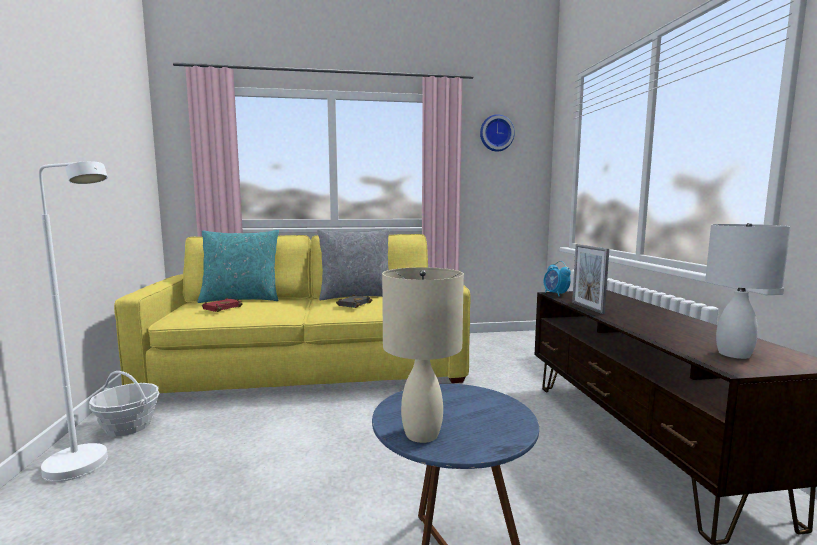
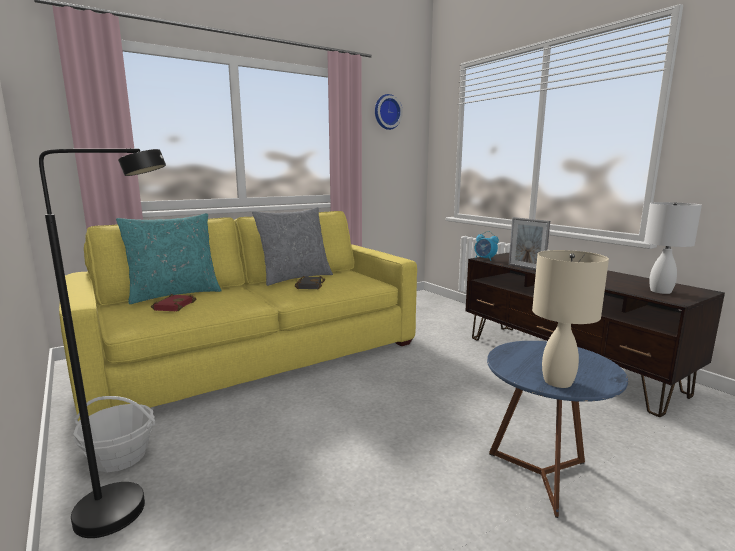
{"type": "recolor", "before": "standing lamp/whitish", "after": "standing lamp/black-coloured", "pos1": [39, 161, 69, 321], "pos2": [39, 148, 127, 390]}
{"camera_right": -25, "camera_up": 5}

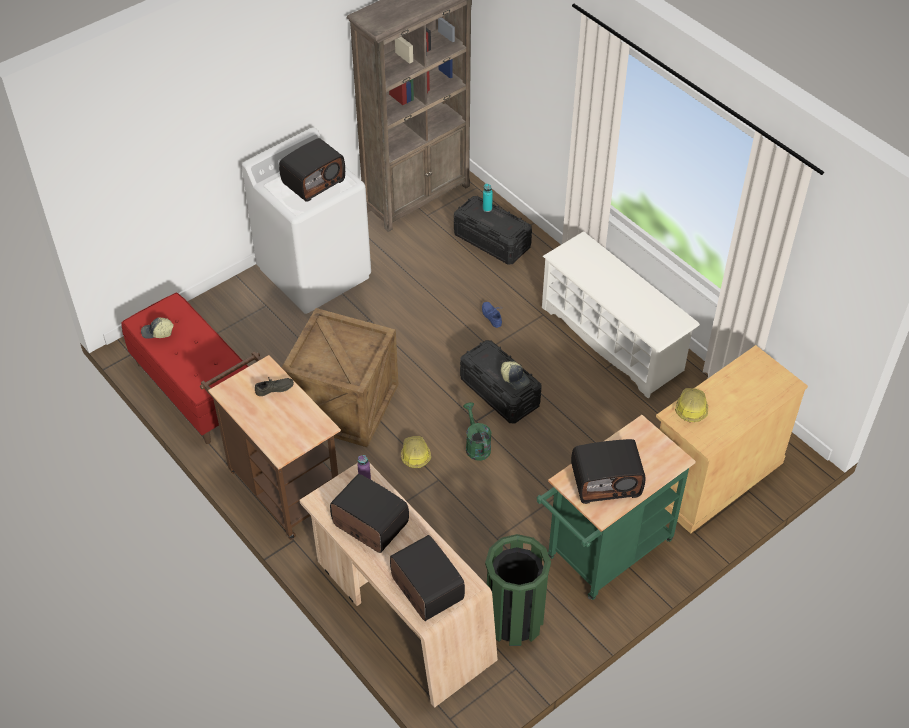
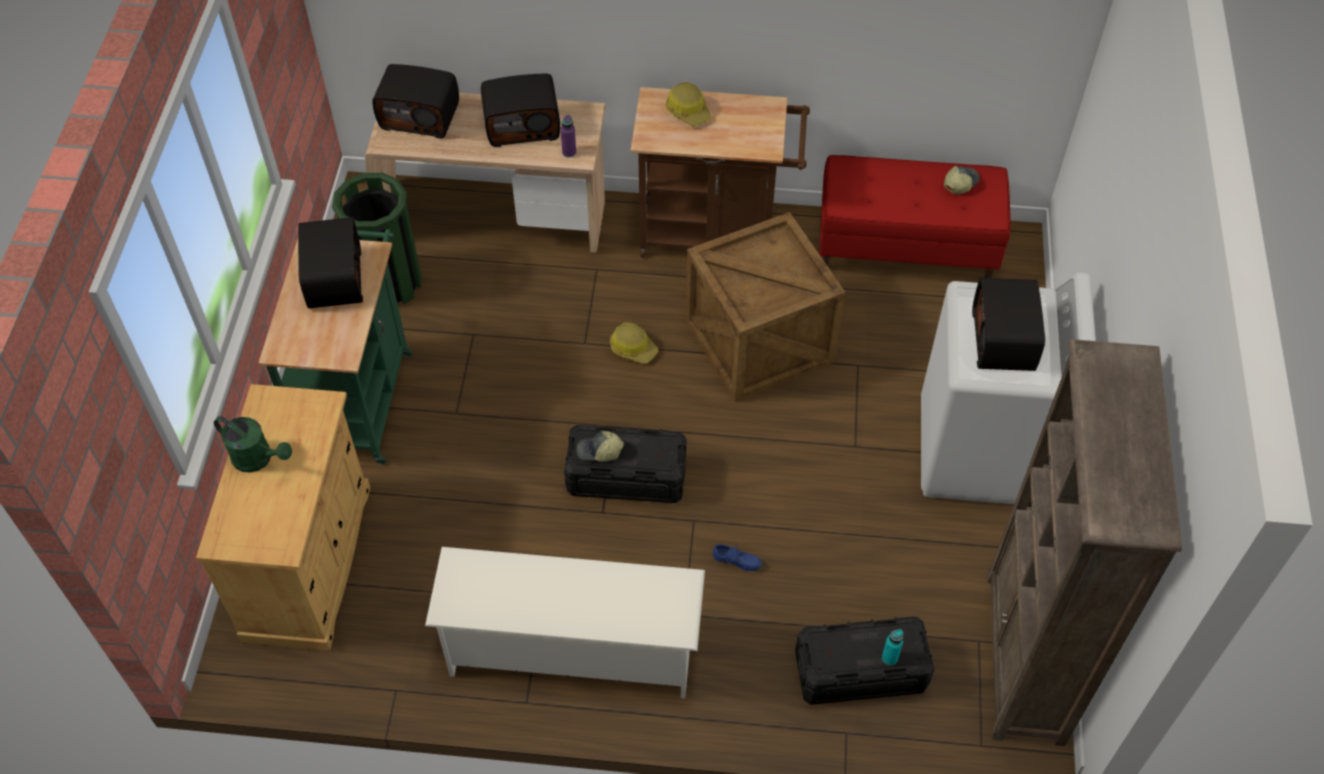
{"type": "delete", "before": "item of footwear/grey", "pos1": [255, 377, 39, 19]}
{"type": "move", "before": "hard hat", "pos1": [675, 388, 33, 34], "pos2": [666, 82, 45, 44]}
{"type": "move", "before": "watering can/green-coloured", "pos1": [463, 402, 28, 59], "pos2": [214, 416, 78, 57]}
{"type": "rotate", "before": "radio set", "pos1": [571, 439, 74, 65], "pos2": [298, 217, 65, 92], "turn": 135}
{"camera_right": 135, "camera_up": 5}

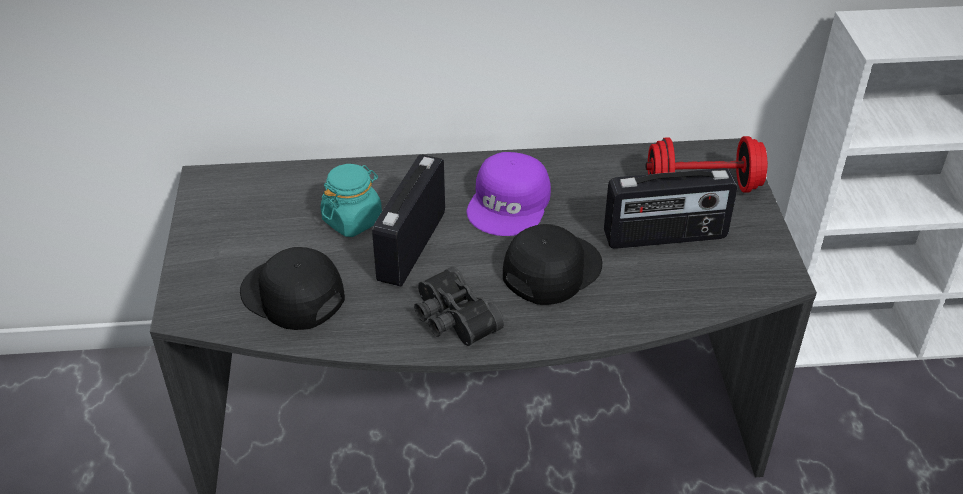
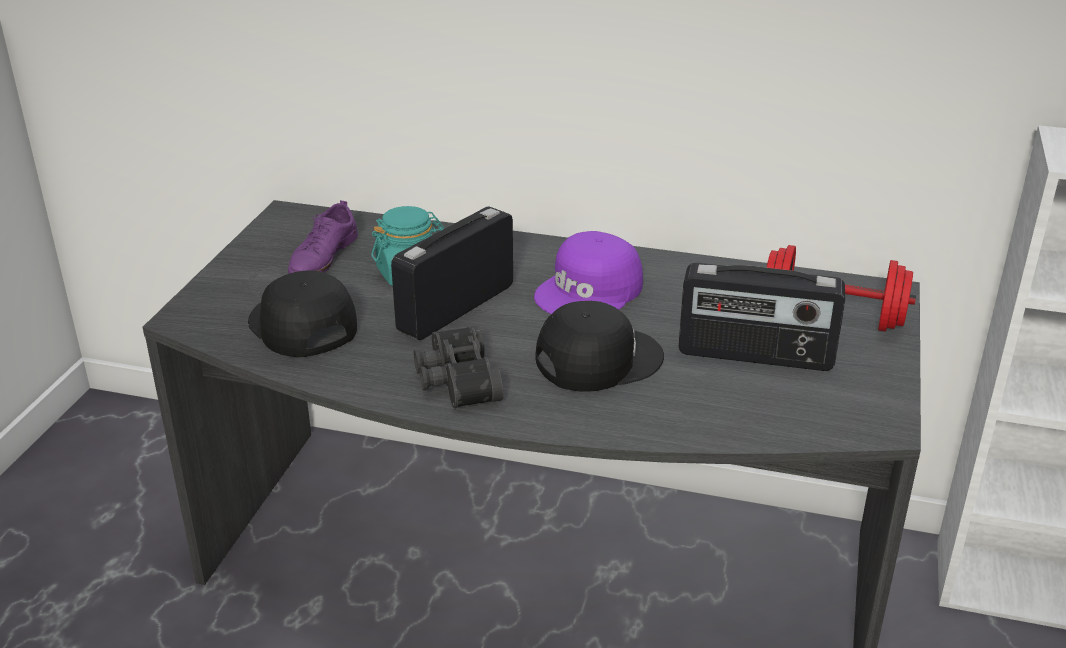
{"type": "insert", "after": "item of footwear/purplish", "pos2": [288, 200, 70, 74]}
{"camera_right": 20, "camera_up": -10}

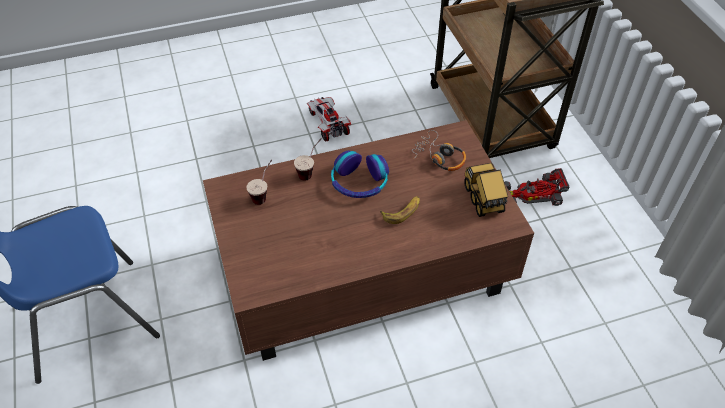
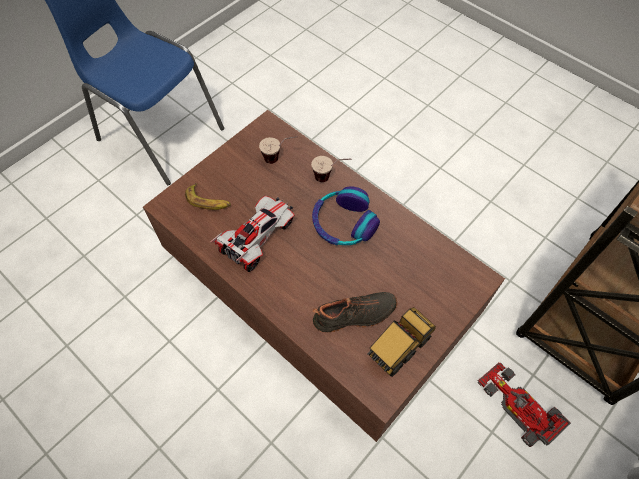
{"type": "move", "before": "model car", "pos1": [307, 97, 44, 44], "pos2": [210, 196, 85, 76]}
{"type": "delete", "before": "headphones", "pos1": [412, 130, 54, 41]}
{"type": "move", "before": "banana fruit", "pos1": [380, 196, 40, 28], "pos2": [185, 183, 46, 27]}
{"type": "insert", "after": "item of footwear/black-coloured", "pos2": [313, 292, 84, 40]}
{"camera_right": 60, "camera_up": 10}

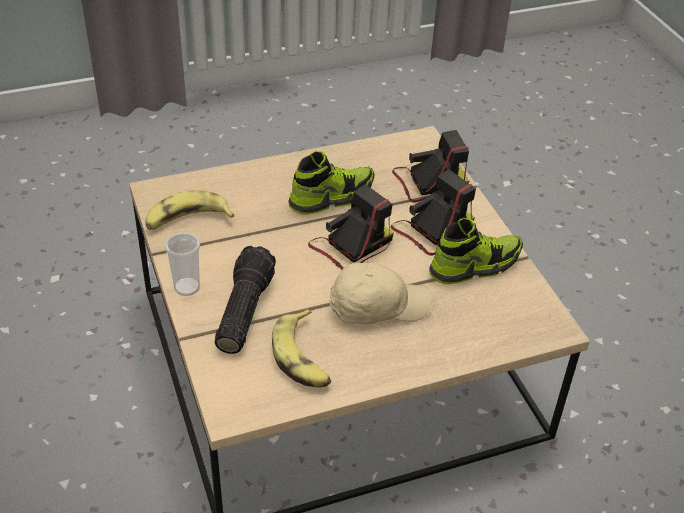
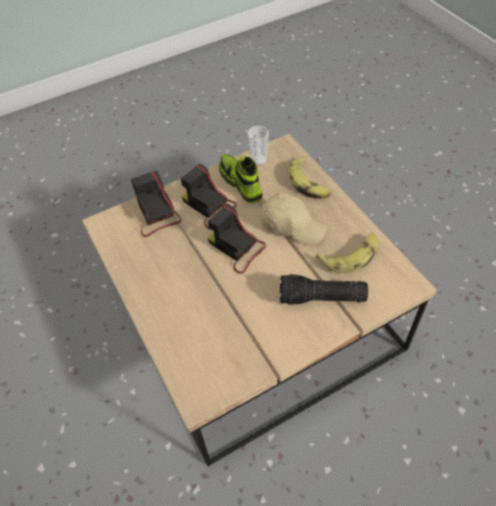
{"type": "delete", "before": "item of footwear", "pos1": [289, 151, 85, 64]}
{"type": "move", "before": "banana fruit", "pos1": [145, 190, 89, 40], "pos2": [288, 156, 43, 43]}
{"type": "move", "before": "cup", "pos1": [165, 232, 35, 64], "pos2": [247, 126, 22, 40]}
{"type": "rotate", "before": "baseball cap/beige-coloured", "pos1": [329, 262, 103, 63], "pos2": [261, 192, 66, 53], "turn": 135}
{"camera_right": -95, "camera_up": 10}

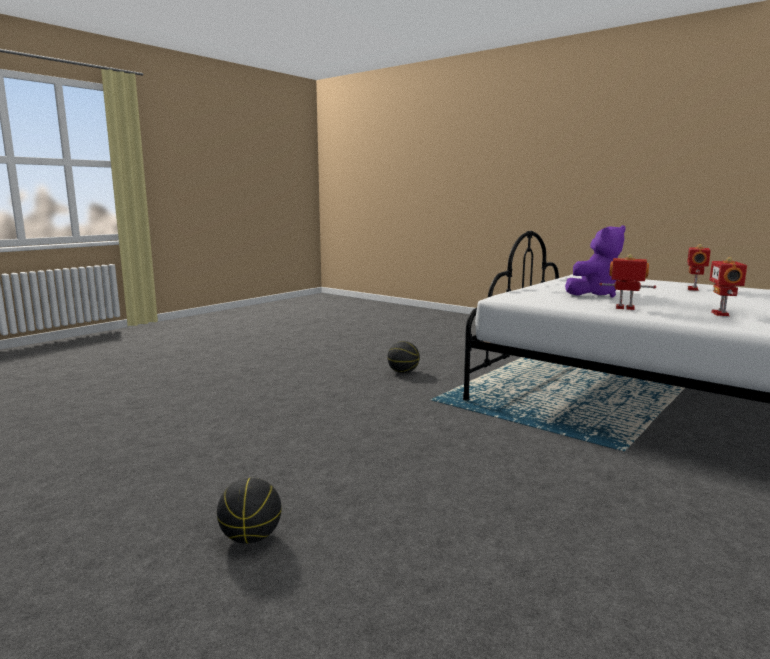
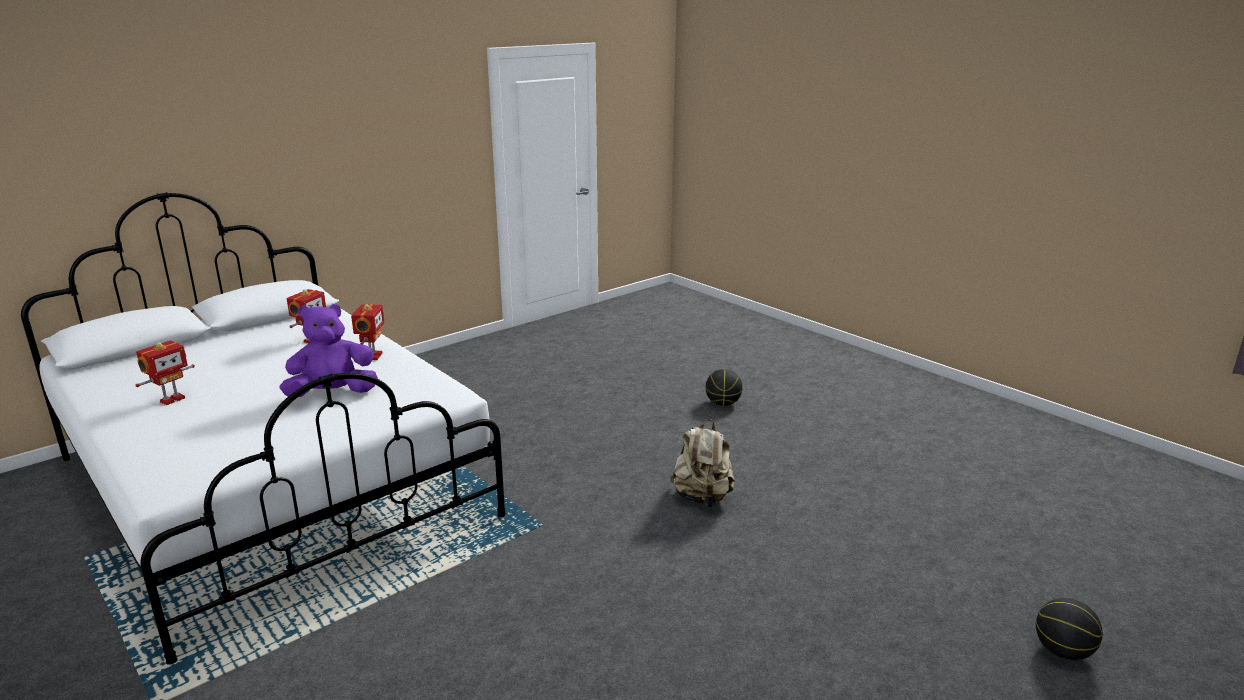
{"type": "rotate", "before": "robot figure", "pos1": [599, 254, 57, 56], "pos2": [351, 304, 34, 56], "turn": -120}
{"type": "move", "before": "basketball", "pos1": [387, 341, 33, 32], "pos2": [1036, 598, 67, 62]}
{"type": "insert", "after": "knapsack/beige-coloured", "pos2": [670, 419, 65, 88]}
{"camera_right": -170, "camera_up": 10}

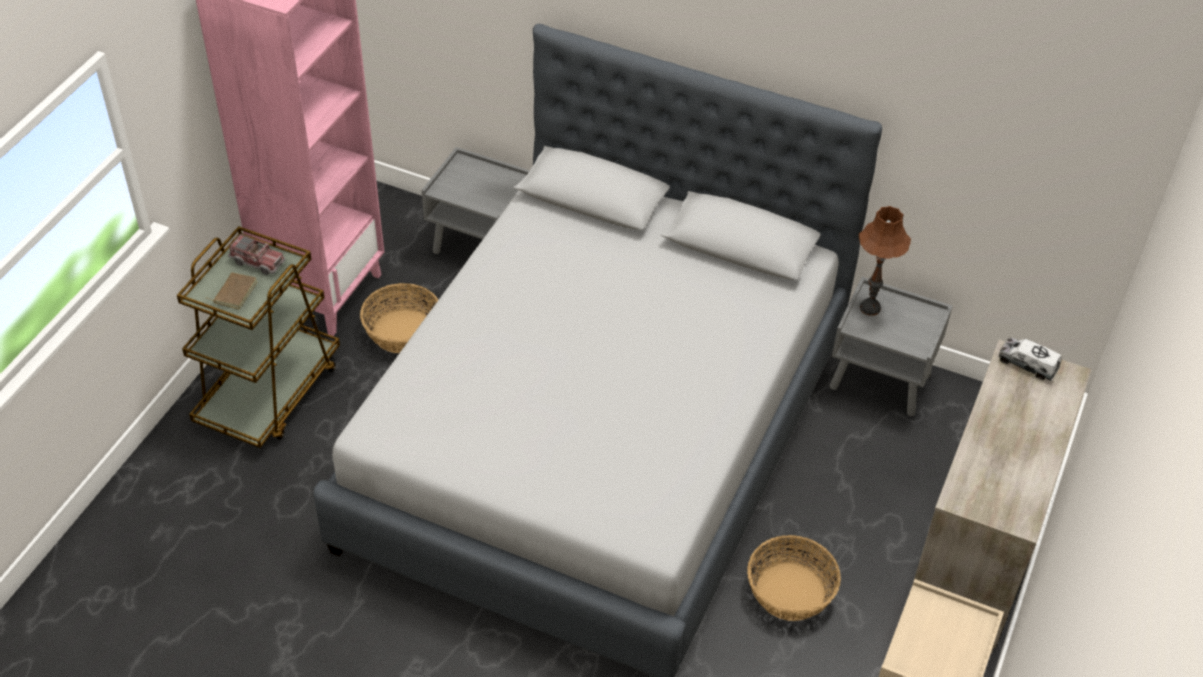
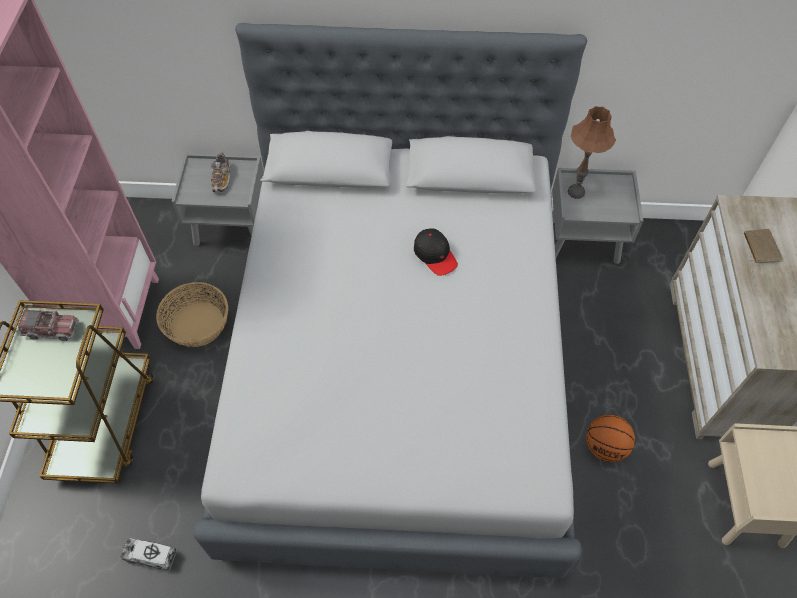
{"type": "move", "before": "book/brown", "pos1": [208, 272, 49, 37], "pos2": [744, 229, 38, 34]}
{"type": "move", "before": "toy truck", "pos1": [999, 338, 63, 43], "pos2": [120, 538, 57, 32]}
{"type": "replace", "before": "storage basket", "after": "basketball", "pos1": [747, 535, 94, 86], "pos2": [586, 415, 49, 47]}
{"type": "insert", "after": "item of footwear", "pos2": [211, 152, 20, 41]}
{"type": "insert", "after": "baseball cap/black-coloured", "pos2": [414, 228, 44, 48]}
{"camera_right": -20, "camera_up": 10}

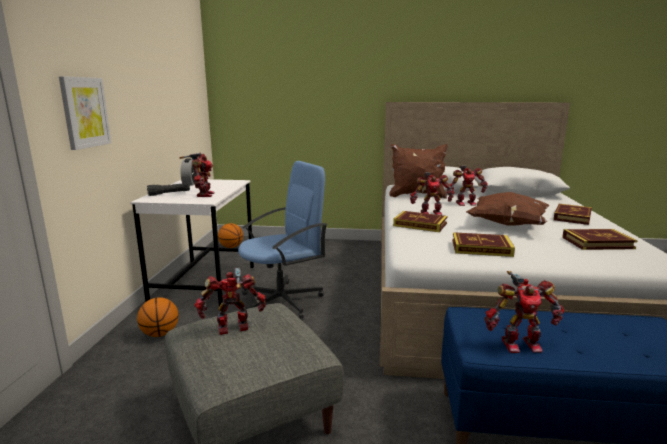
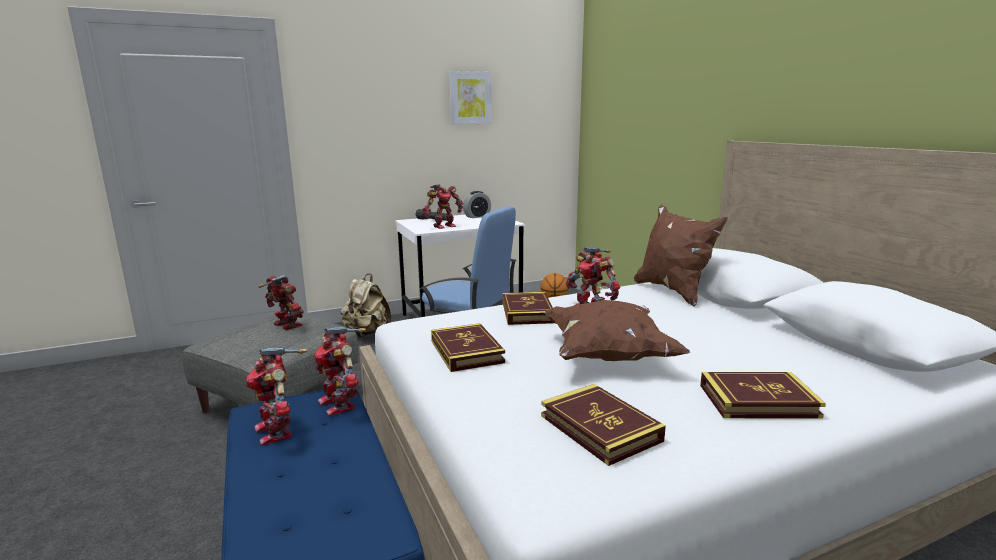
{"type": "move", "before": "picture", "pos1": [59, 76, 52, 74], "pos2": [449, 71, 43, 54]}
{"type": "move", "before": "robot figure", "pos1": [450, 165, 38, 41], "pos2": [314, 327, 52, 89]}
{"type": "replace", "before": "basketball", "after": "knapsack/beige-coloured", "pos1": [137, 297, 42, 40], "pos2": [341, 274, 50, 64]}
{"camera_right": 60, "camera_up": 0}

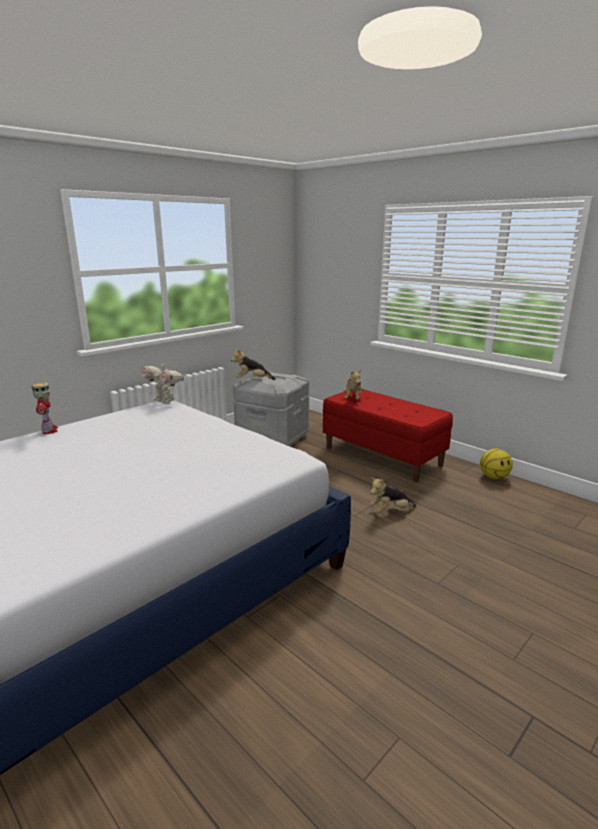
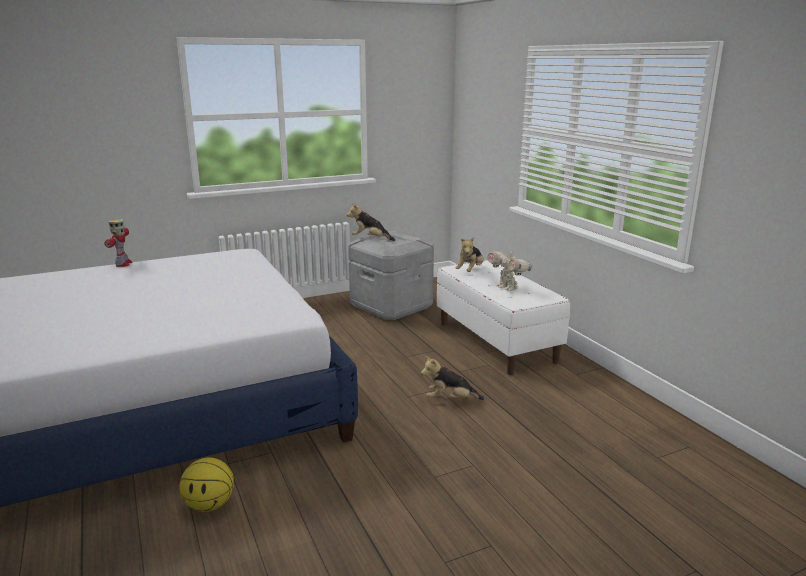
{"type": "move", "before": "robot figure", "pos1": [140, 360, 45, 43], "pos2": [487, 247, 45, 44]}
{"type": "recolor", "before": "bench/reddish", "after": "bench/whitish", "pos1": [323, 389, 130, 93], "pos2": [437, 260, 133, 115]}
{"type": "move", "before": "basketball", "pos1": [480, 449, 33, 30], "pos2": [179, 458, 55, 54]}
{"camera_right": 20, "camera_up": 0}

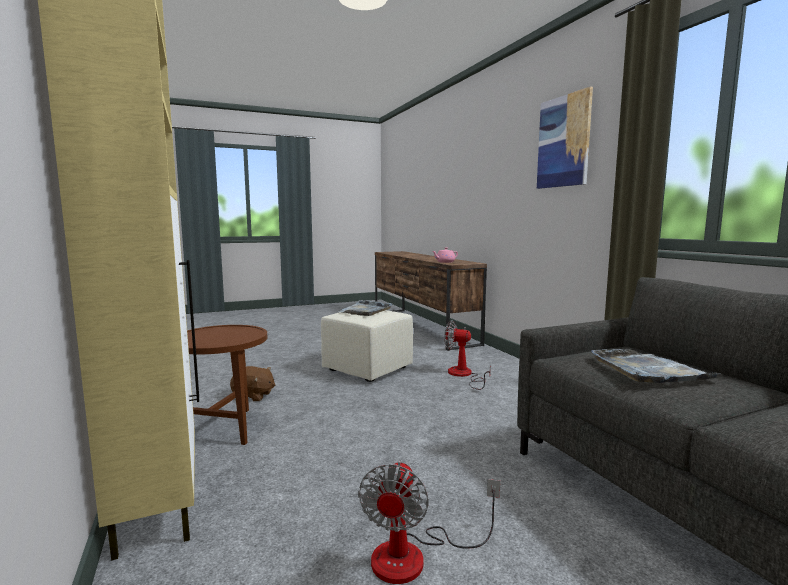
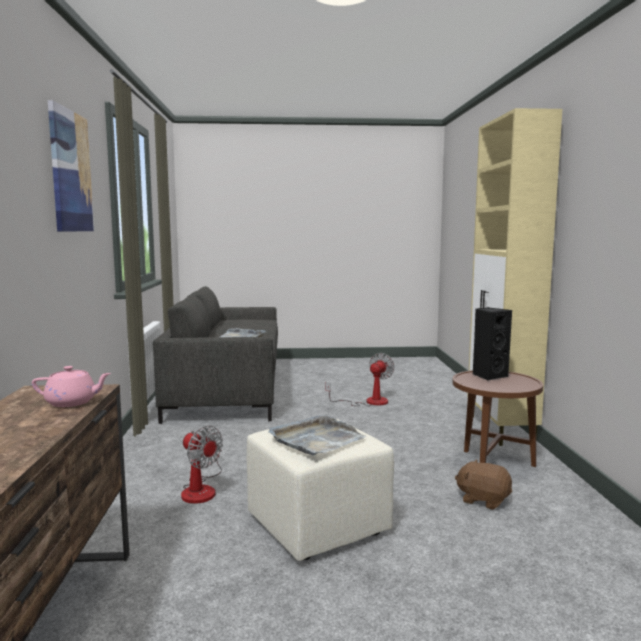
{"type": "insert", "after": "speaker/black-coloured", "pos2": [473, 307, 39, 73]}
{"camera_right": -160, "camera_up": 0}

